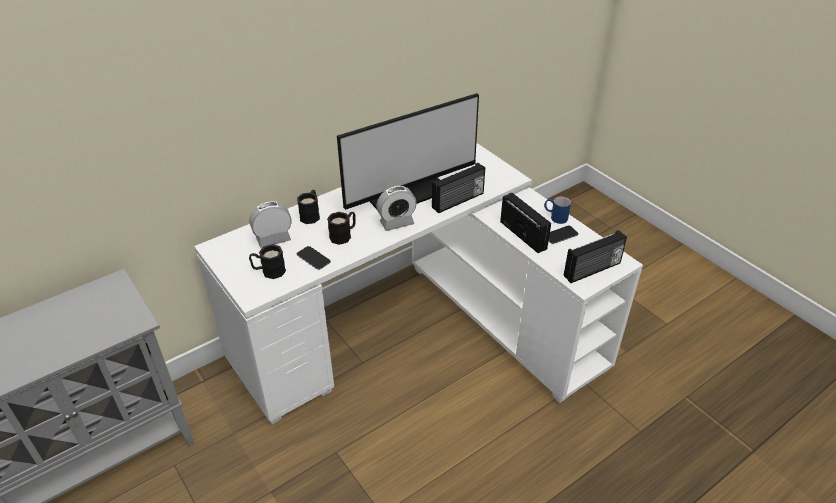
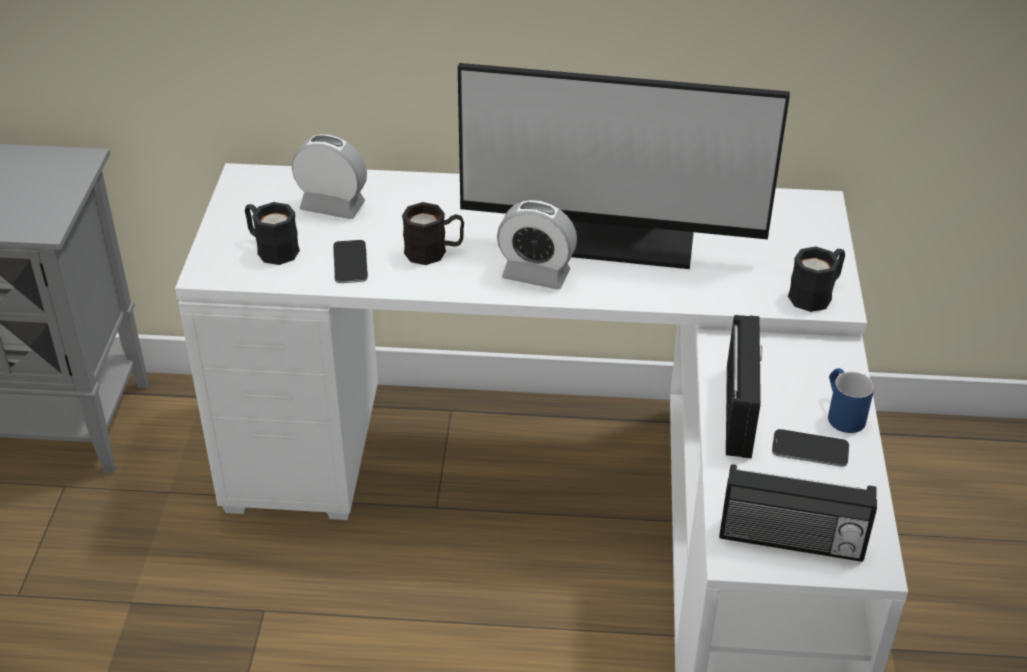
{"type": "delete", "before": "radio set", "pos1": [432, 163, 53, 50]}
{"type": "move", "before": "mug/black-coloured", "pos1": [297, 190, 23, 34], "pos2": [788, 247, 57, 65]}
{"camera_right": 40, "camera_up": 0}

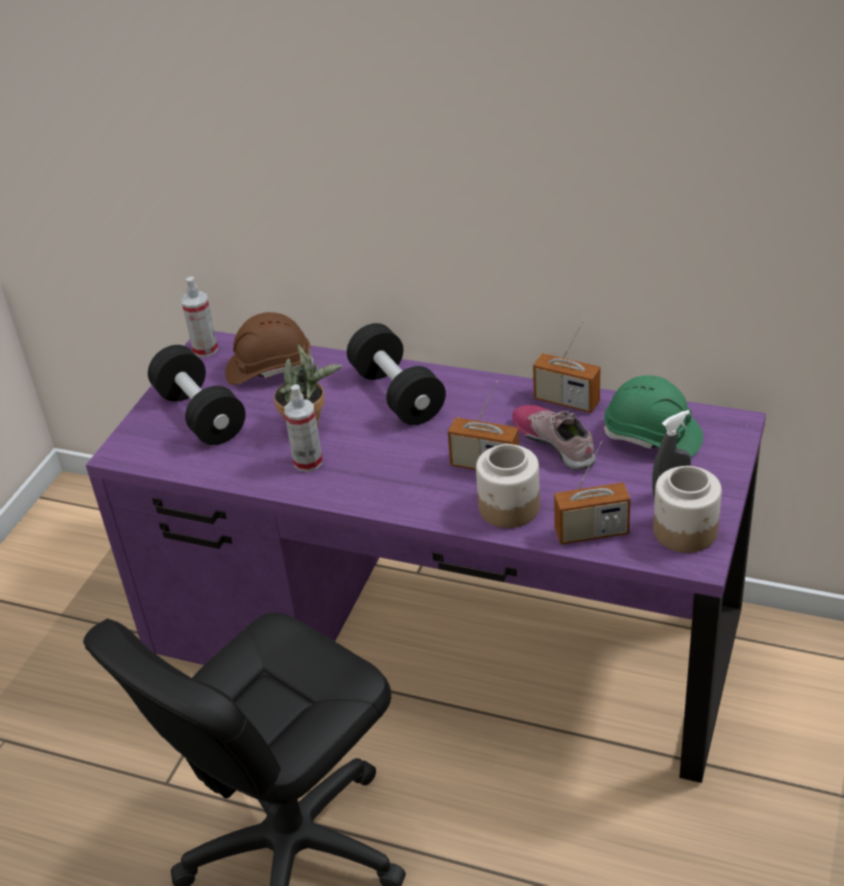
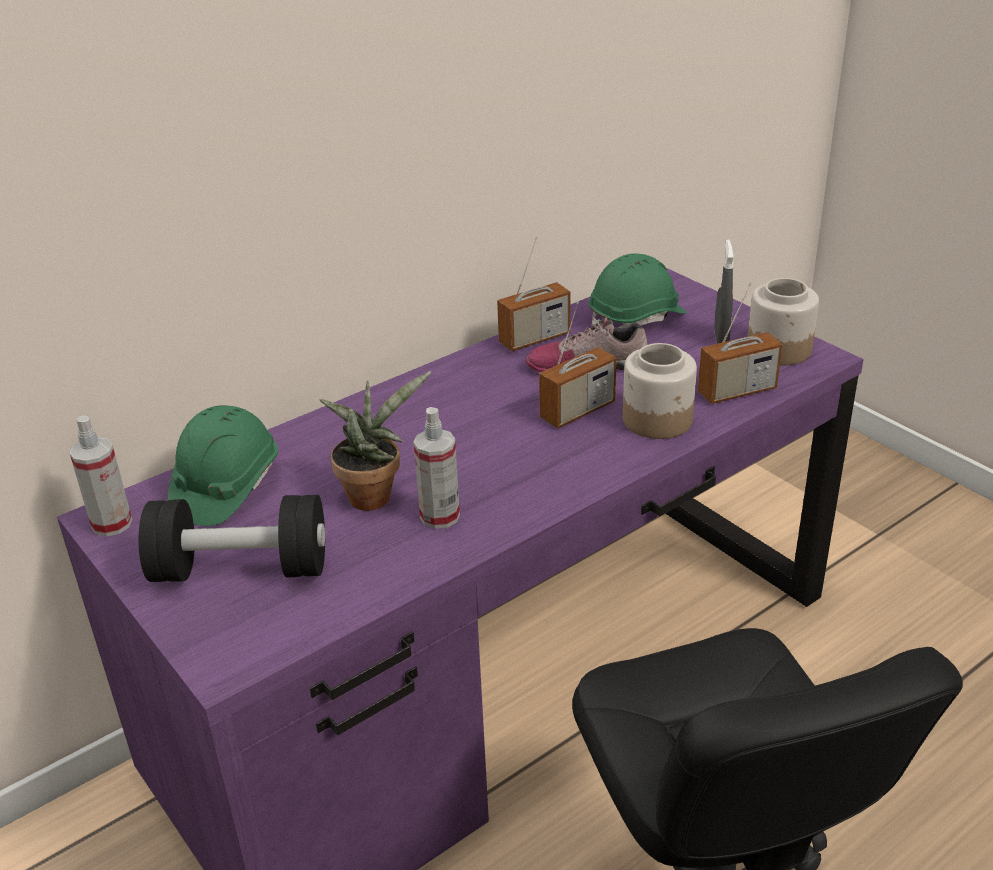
{"type": "recolor", "before": "hard hat/brown", "after": "hard hat/green-coloured", "pos1": [225, 312, 89, 73], "pos2": [168, 405, 110, 121]}
{"type": "delete", "before": "free weight/black-coloured", "pos1": [347, 323, 99, 102]}
{"type": "rotate", "before": "radio set", "pos1": [554, 441, 76, 104], "pos2": [698, 283, 84, 121], "turn": 45}
{"camera_right": -60, "camera_up": -5}

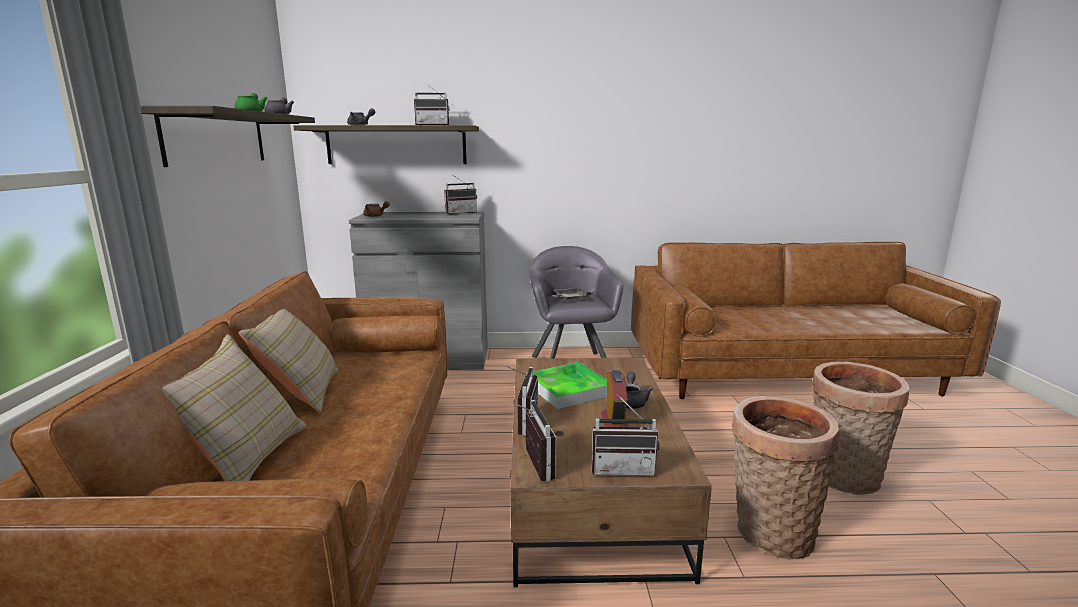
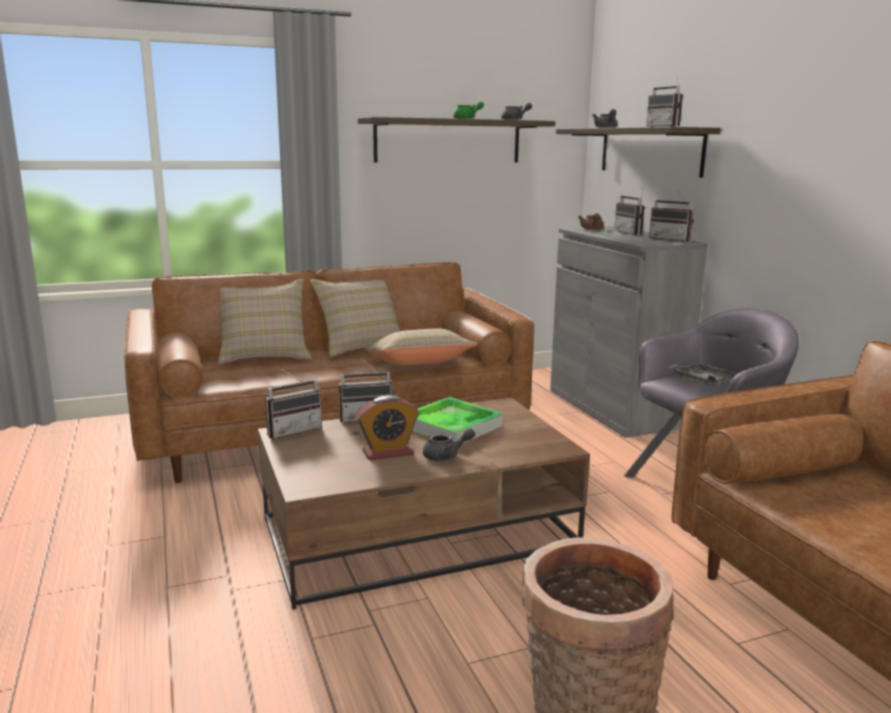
{"type": "move", "before": "radio set", "pos1": [591, 394, 69, 82], "pos2": [614, 187, 31, 48]}
{"type": "delete", "before": "storage basket", "pos1": [731, 396, 109, 164]}
{"type": "insert", "after": "cushion/beige-coloured", "pos2": [365, 328, 112, 37]}
{"camera_right": 70, "camera_up": 0}

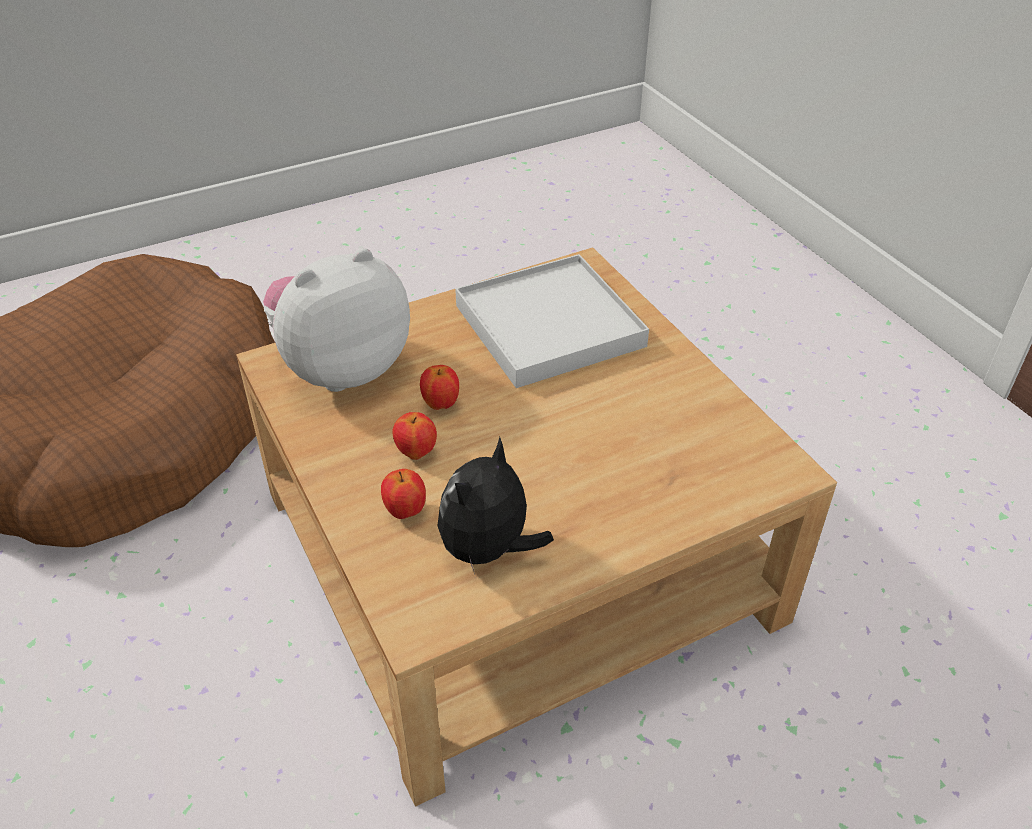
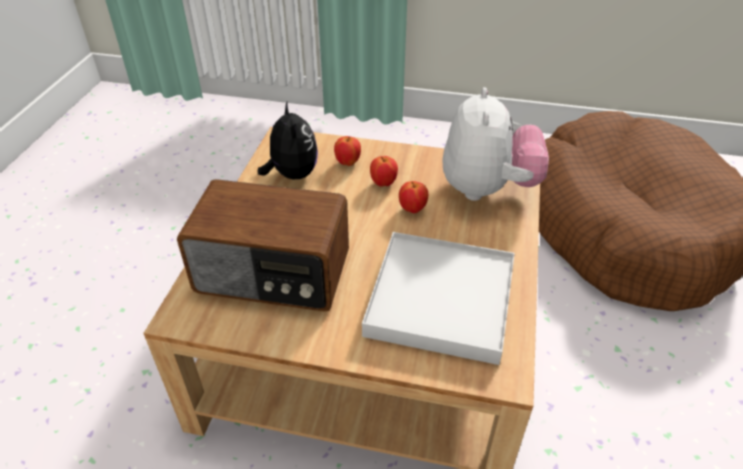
{"type": "insert", "after": "radio set", "pos2": [177, 179, 172, 132]}
{"camera_right": 130, "camera_up": 0}

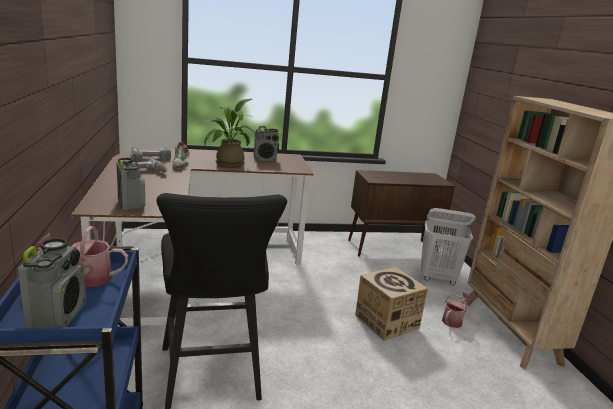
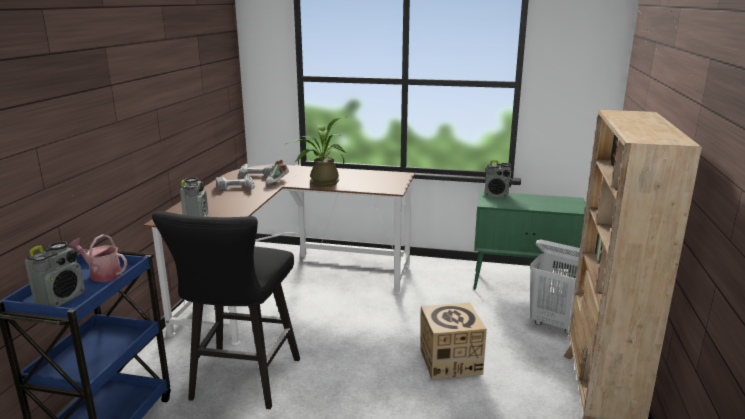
{"type": "move", "before": "radio set", "pos1": [254, 126, 25, 35], "pos2": [484, 160, 28, 38]}
{"type": "recolor", "before": "storage cabinet/brown", "after": "storage cabinet/green-coloured", "pos1": [348, 170, 107, 86], "pos2": [473, 191, 113, 99]}
{"type": "delete", "before": "watering can", "pos1": [442, 292, 29, 36]}
{"camera_right": 25, "camera_up": 0}

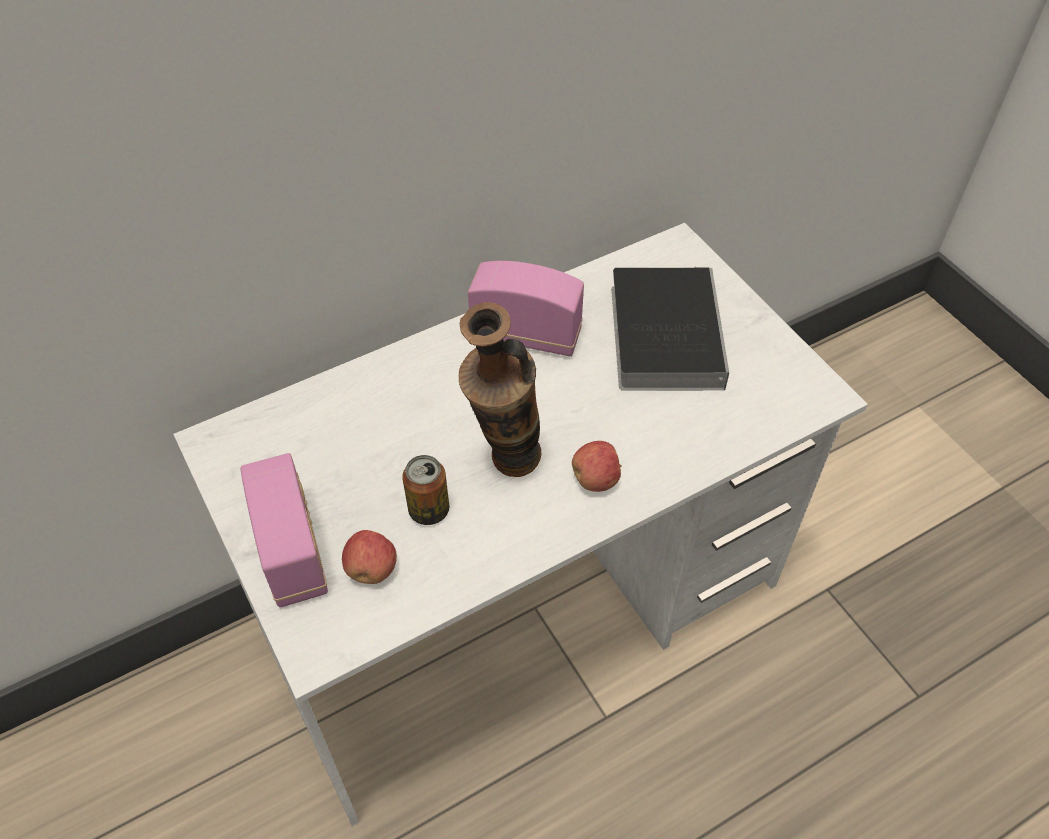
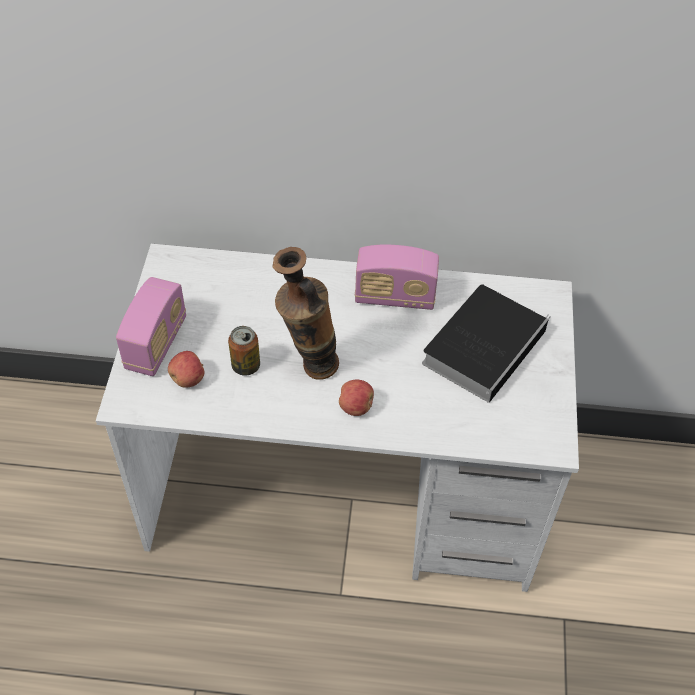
{"type": "rotate", "before": "radio set", "pos1": [468, 261, 116, 95], "pos2": [355, 244, 84, 66], "turn": 135}
{"camera_right": 35, "camera_up": 0}

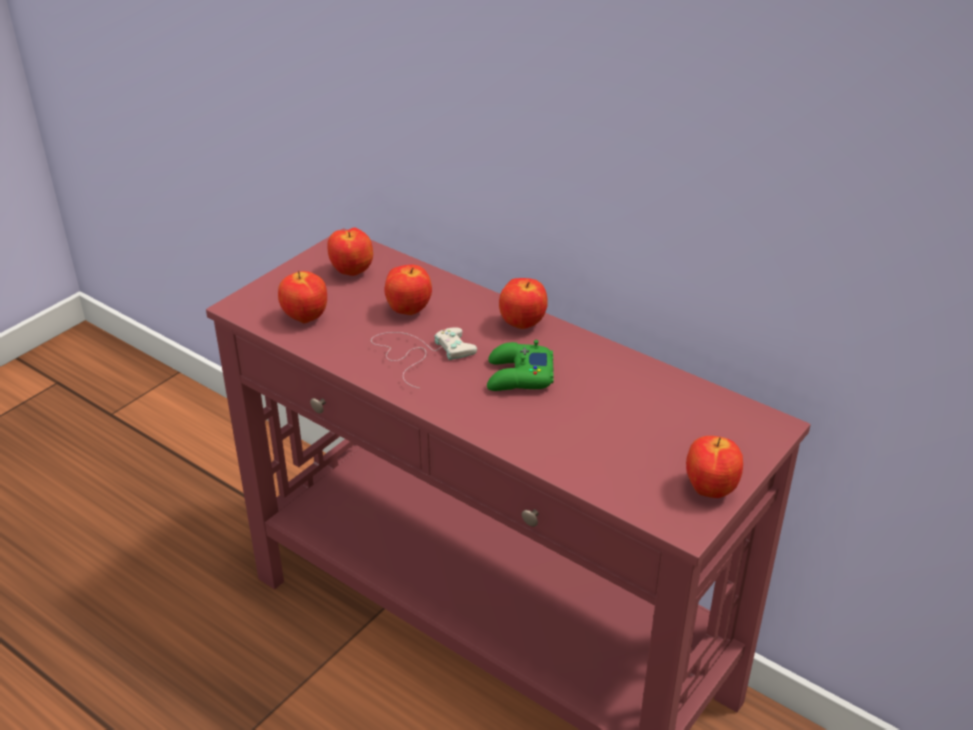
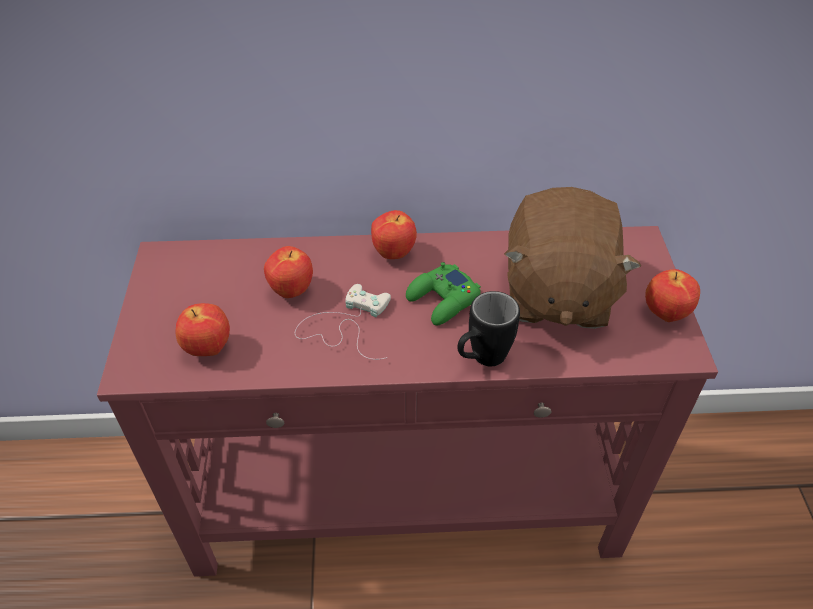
{"type": "delete", "before": "apple fruit", "pos1": [327, 227, 46, 49]}
{"type": "insert", "after": "cuddly toy/brown", "pos2": [504, 187, 137, 142]}
{"type": "insert", "after": "mug/black-coloured", "pos2": [457, 291, 63, 75]}
{"camera_right": -40, "camera_up": 10}

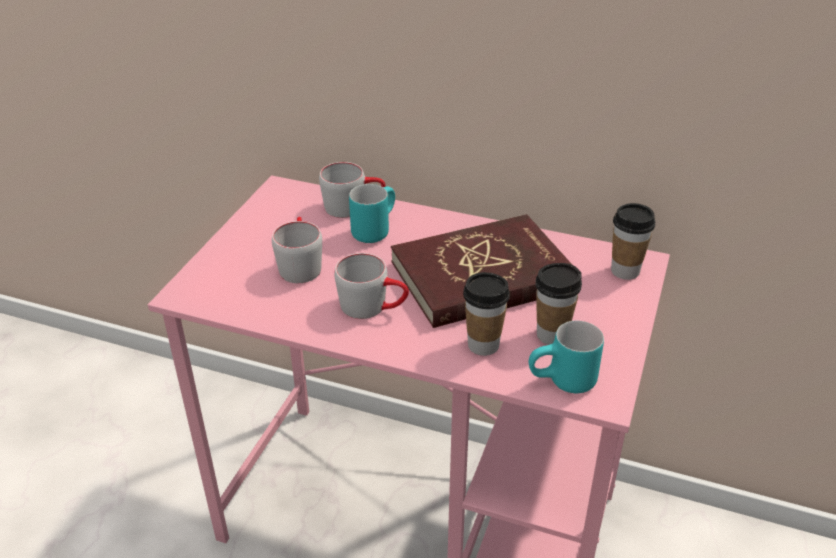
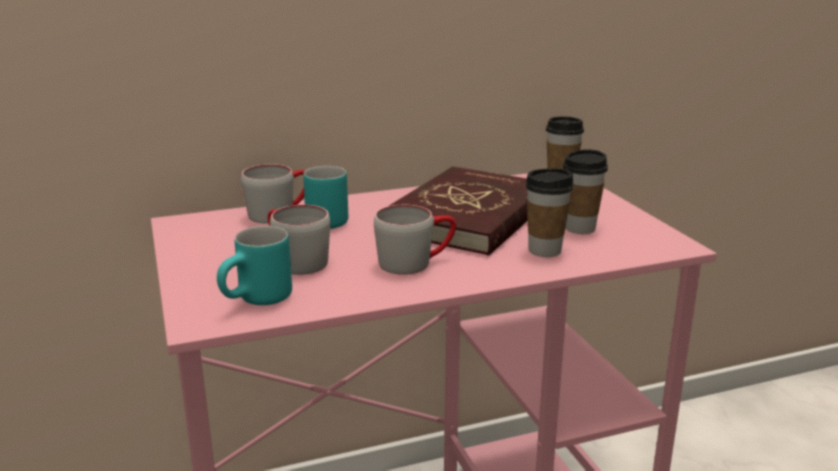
{"type": "move", "before": "mug/turquoise", "pos1": [529, 321, 75, 72], "pos2": [217, 226, 75, 79]}
{"camera_right": -40, "camera_up": -15}

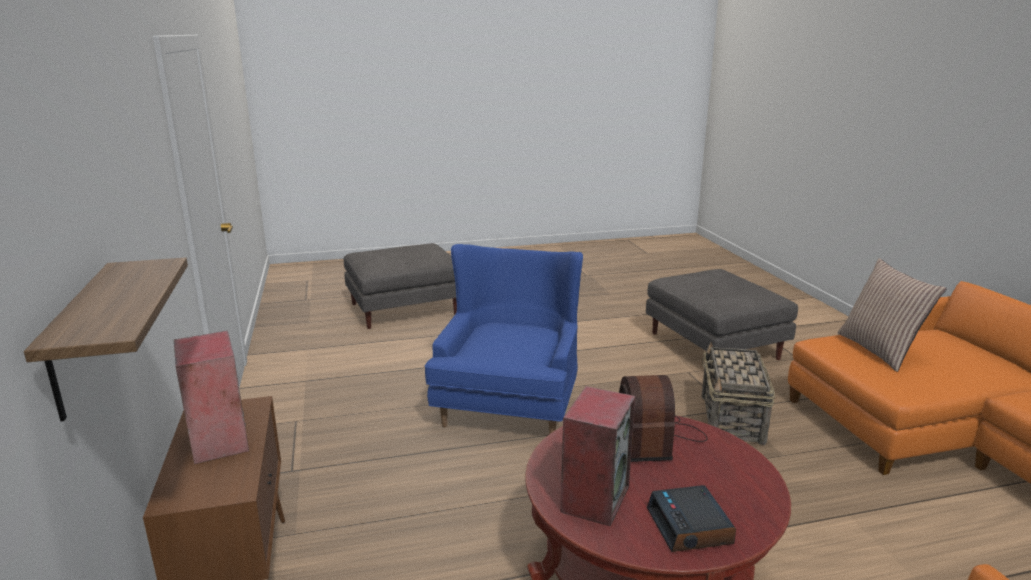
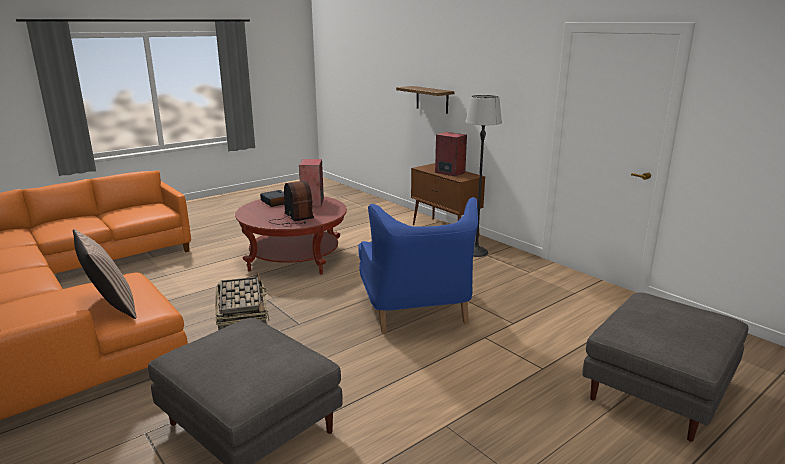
{"type": "insert", "after": "standing lamp", "pos2": [466, 95, 36, 162]}
{"camera_right": 155, "camera_up": 0}

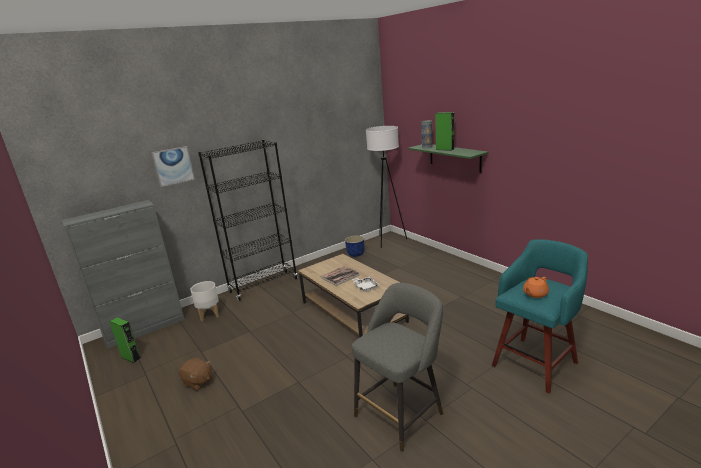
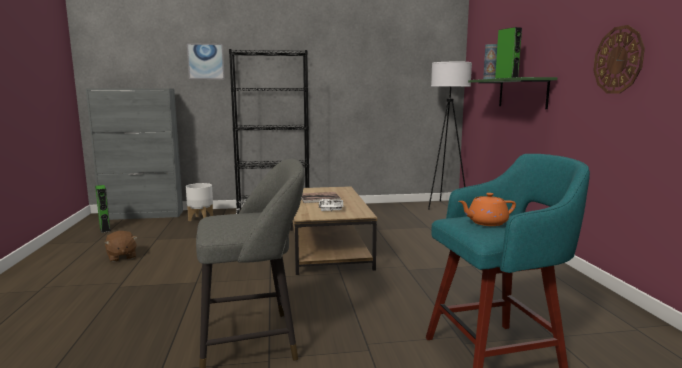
{"type": "delete", "before": "planter/blue-coloured", "pos1": [345, 235, 20, 22]}
{"type": "insert", "after": "wall clock", "pos2": [593, 25, 52, 68]}
{"camera_right": 25, "camera_up": -10}

